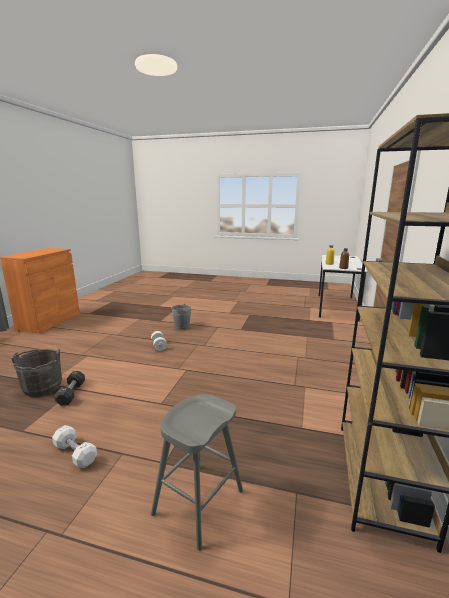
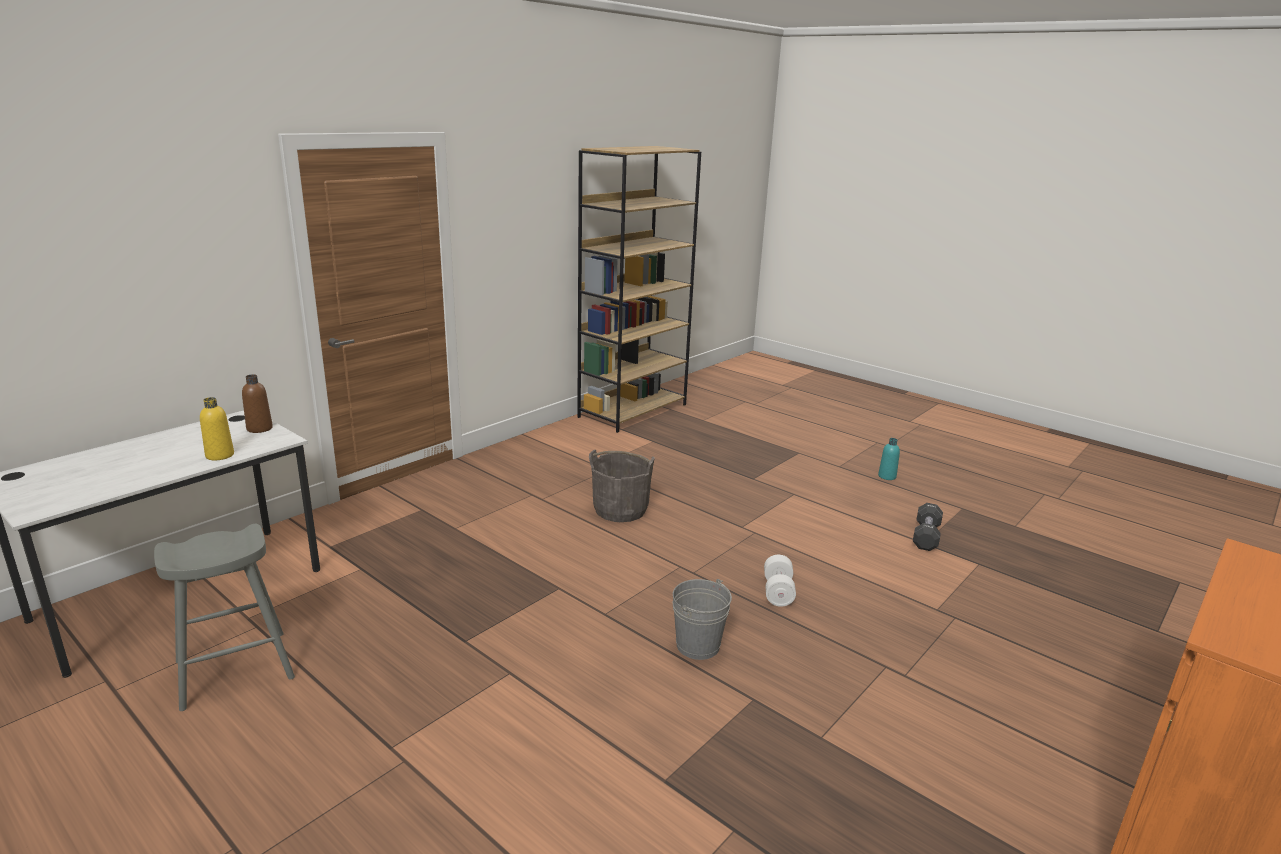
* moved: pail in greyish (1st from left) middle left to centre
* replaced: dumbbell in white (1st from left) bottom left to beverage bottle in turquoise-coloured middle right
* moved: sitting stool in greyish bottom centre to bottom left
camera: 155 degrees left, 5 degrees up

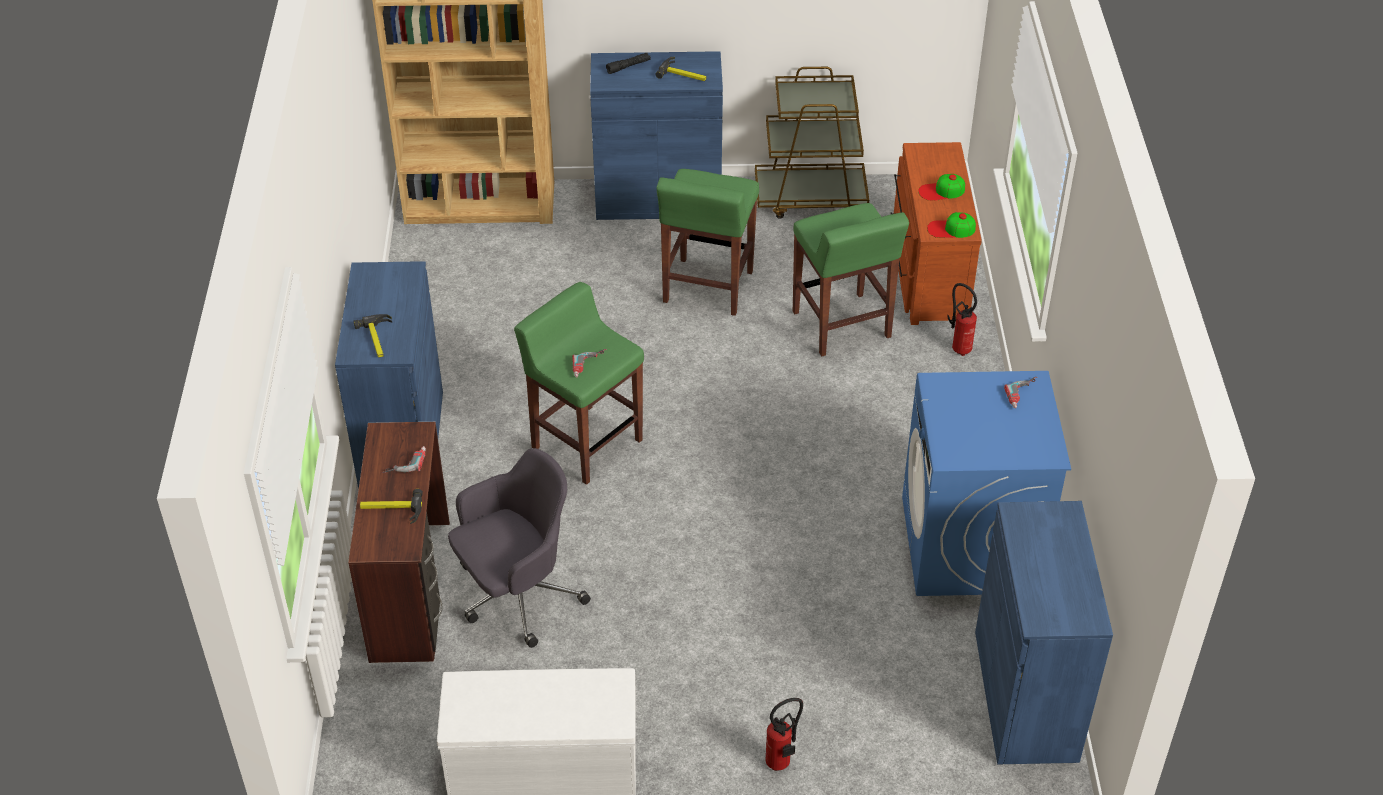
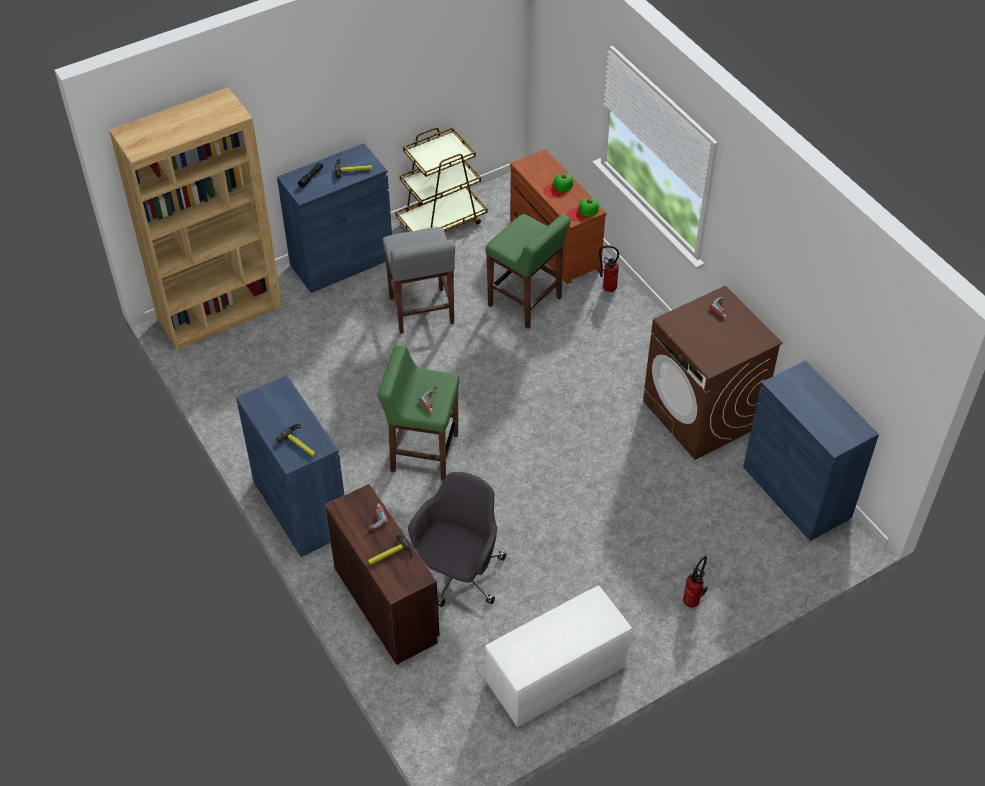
* recoloured: sitting stool in green-coloured (2nd from left) top centre to sitting stool in greyish centre
* recoloured: washing machine in blue-coloured middle right to washing machine in brown middle right
camera: 30 degrees left, 5 degrees up

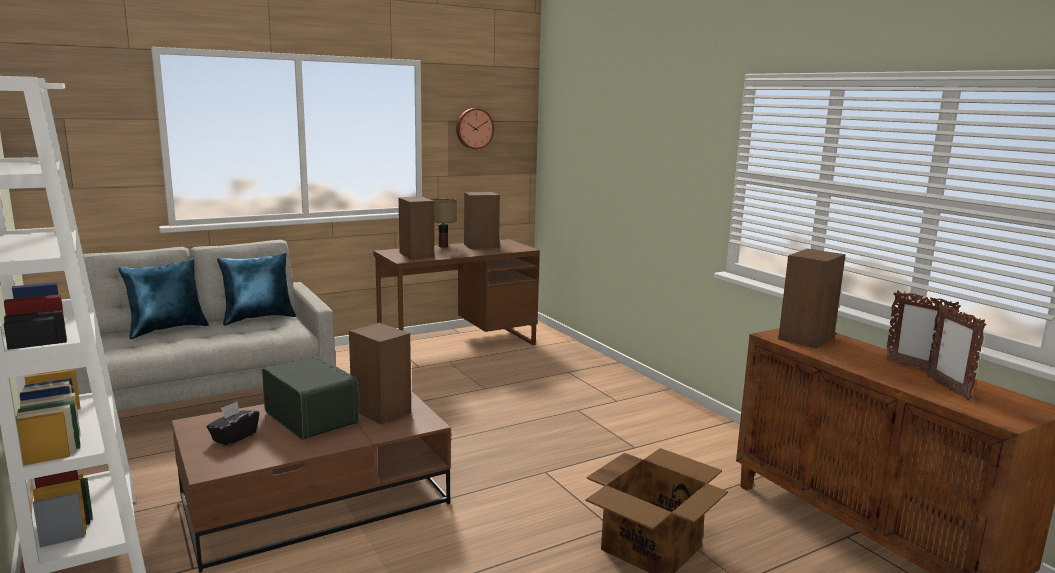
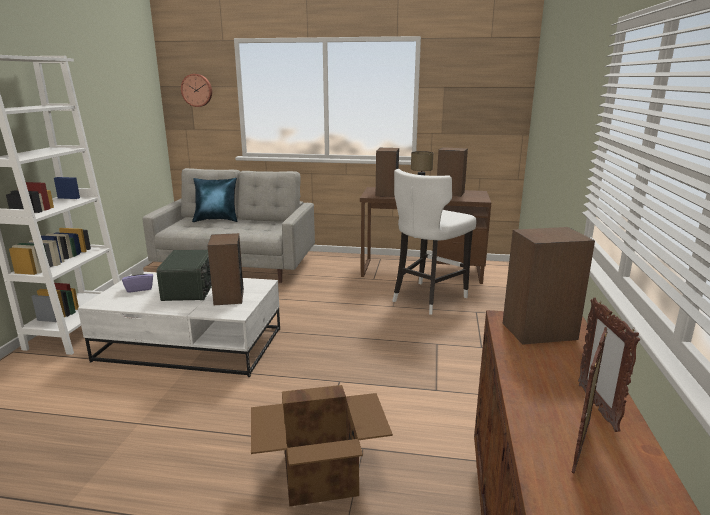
* recoloured: low table in brown bottom left to low table in white middle left
* recoloured: tissue box in blackish bottom left to tissue box in purple middle left
* removed: pillow in blue-coloured (2nd from left) middle left
* moved: clock on the wall top centre to top left
* added: sitting stool in white centre
camera: 40 degrees right, 5 degrees up

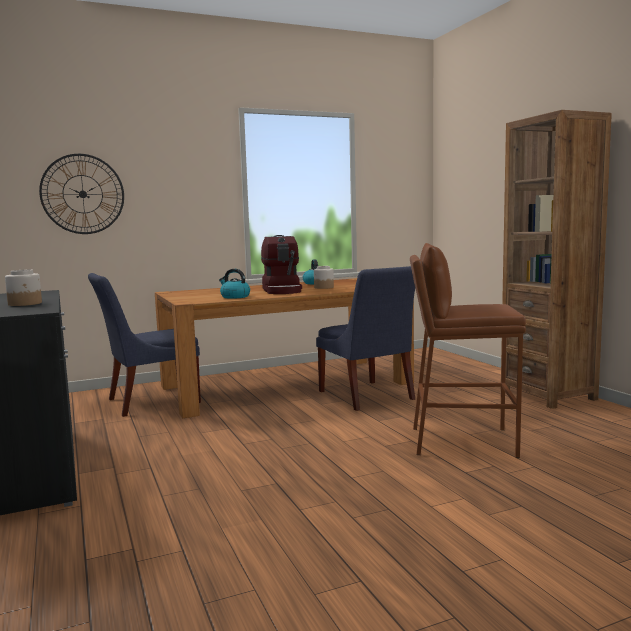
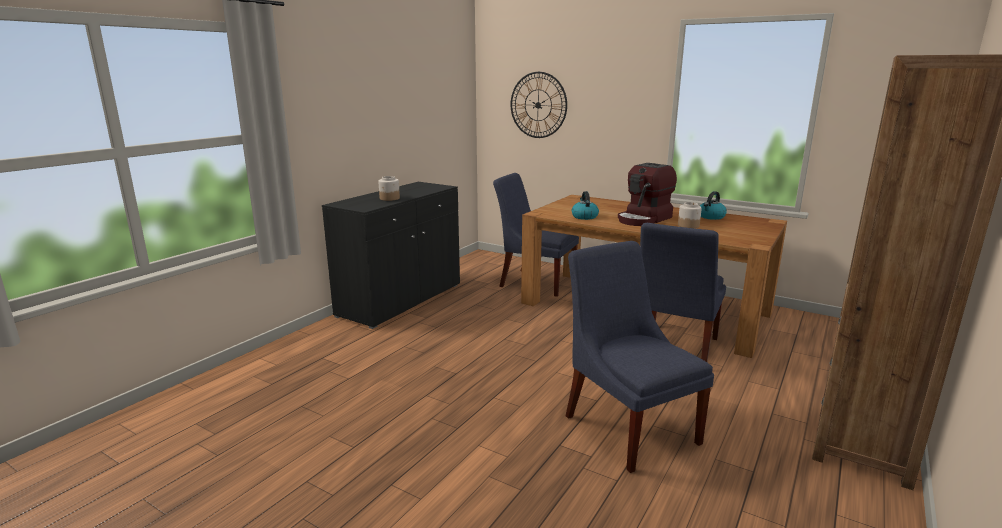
* replaced: sitting stool in brown middle right to plain chair in blue-coloured (2nd from left) bottom centre
camera: 55 degrees right, 10 degrees up

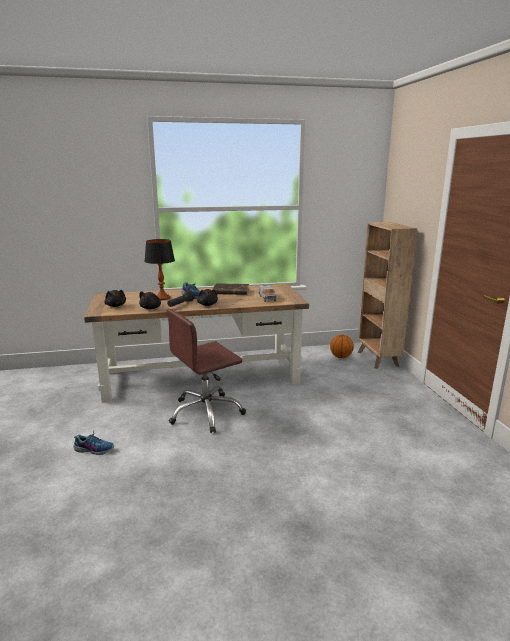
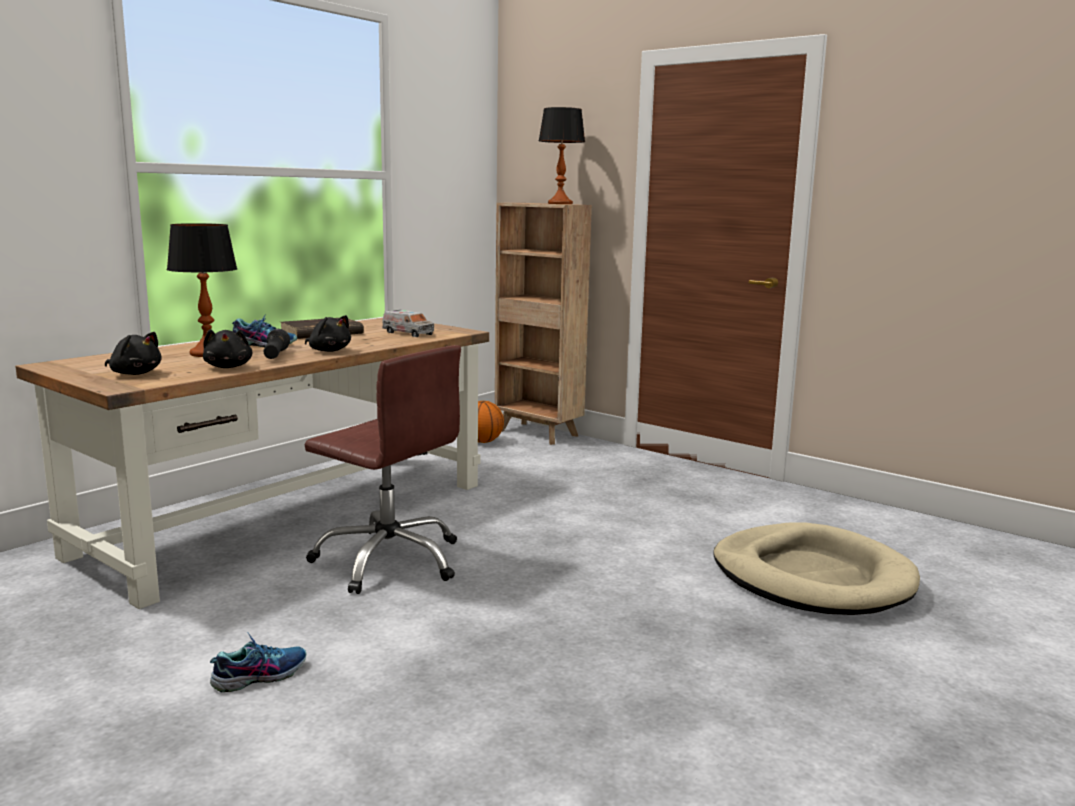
* turned: computer chair in brown centre = centre 75 degrees counterclockwise
* added: tabletop lamp (2nd from left) top centre
* added: pet bed in sand-coloured bottom right
camera: 40 degrees left, 5 degrees down

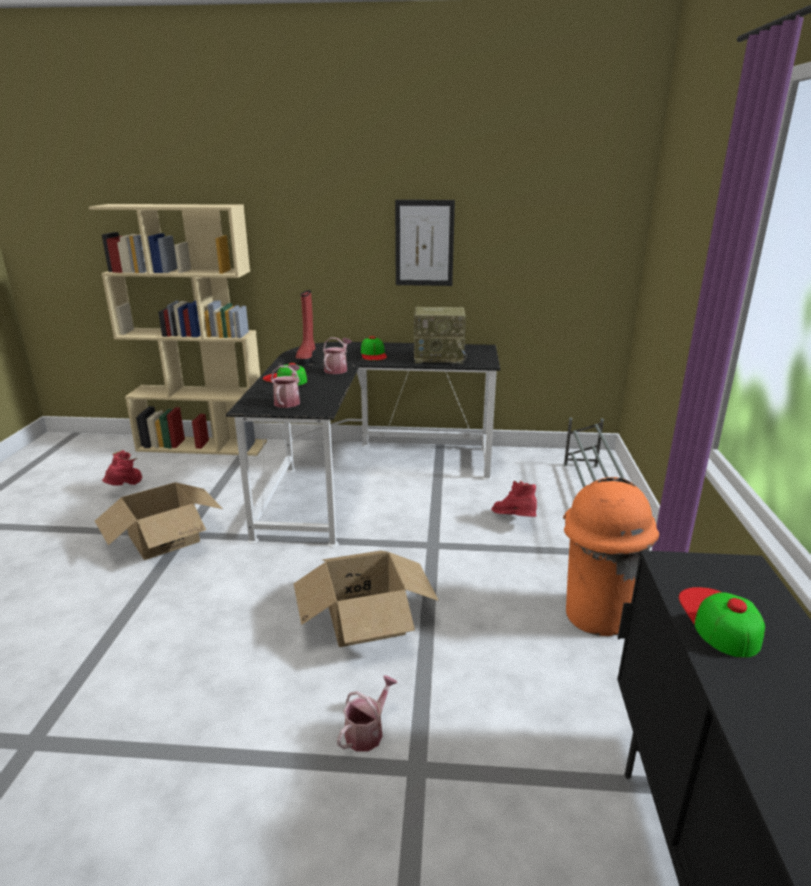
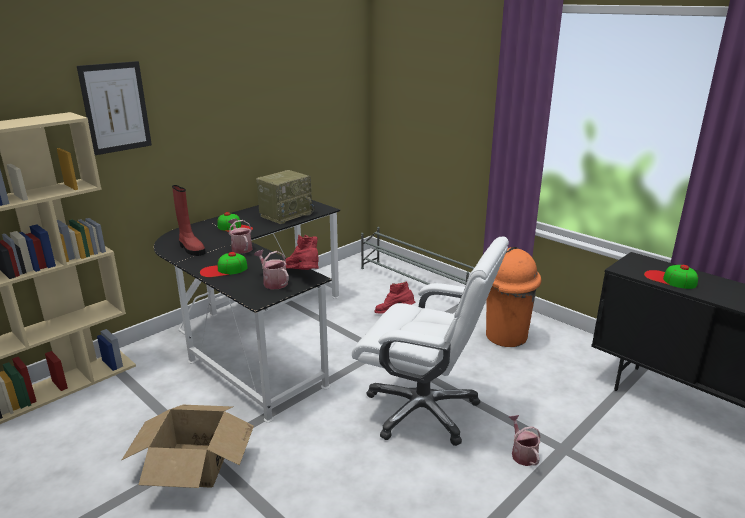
* moved: tall boot in reddish (1st from left in the first image) middle left to tall boot in reddish (2nd from left) centre
* replaced: carton (2nd from left) bottom centre to computer chair in white centre
* moved: picture top centre to top left
camera: 50 degrees left, 0 degrees up

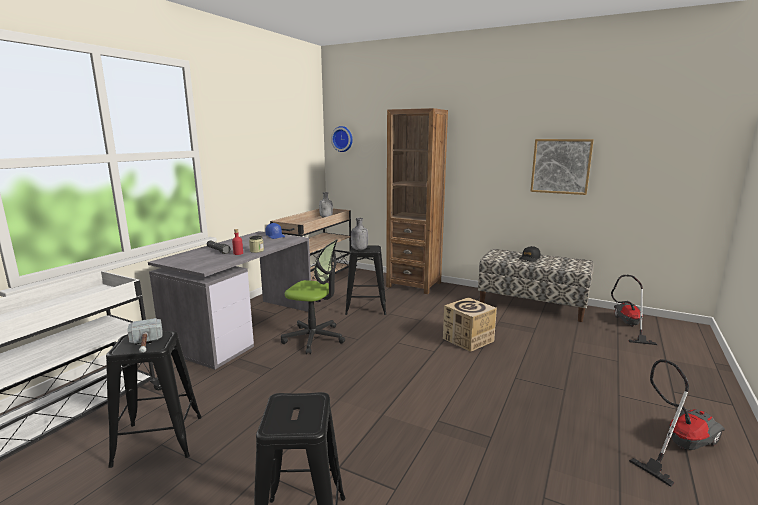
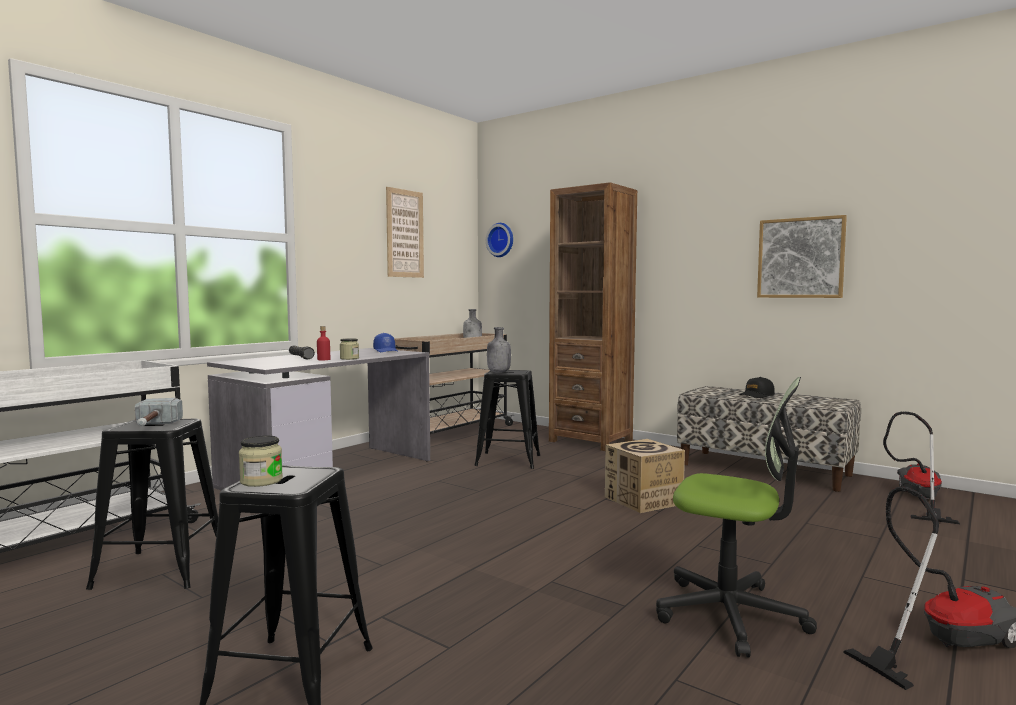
* moved: computer chair centre to bottom right
* added: jar (1st from left) middle left
* added: picture (1st from left) top centre
camera: 10 degrees right, 10 degrees down

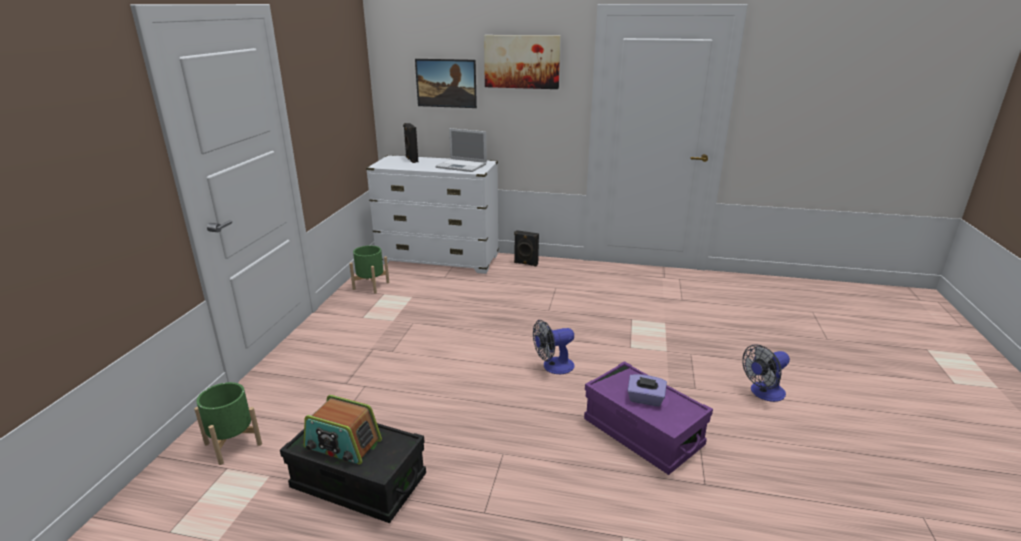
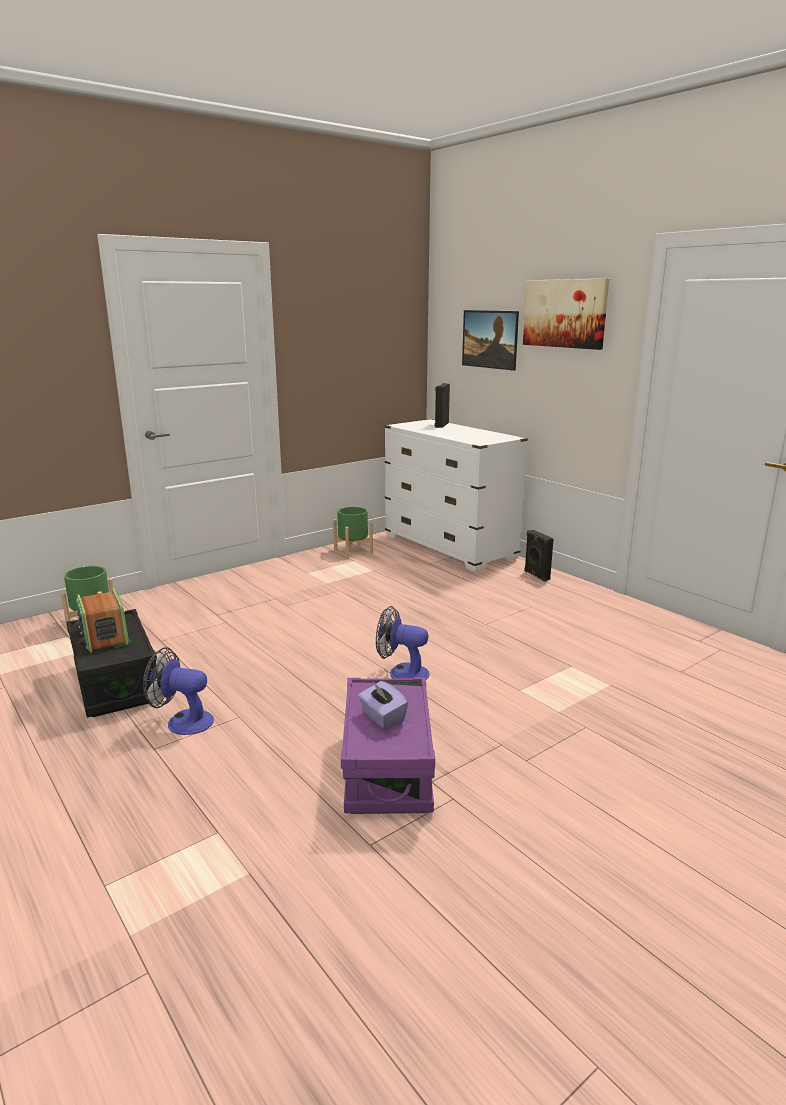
* removed: laptop top centre
* moved: electric fan (2nd from left in the first image) bottom right to electric fan (1st from left) middle left
camera: 40 degrees right, 5 degrees down

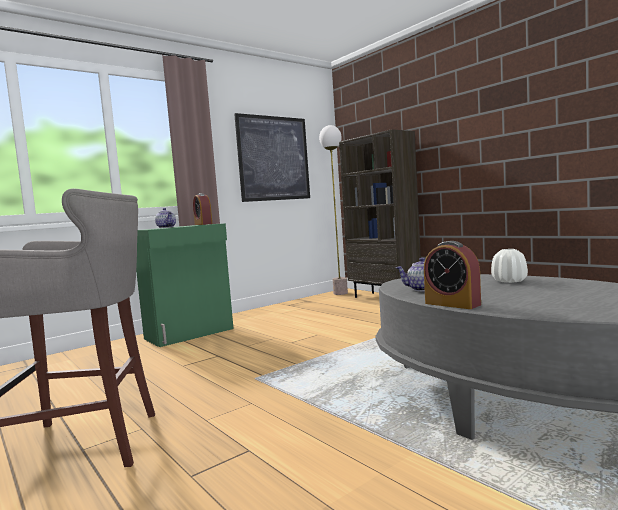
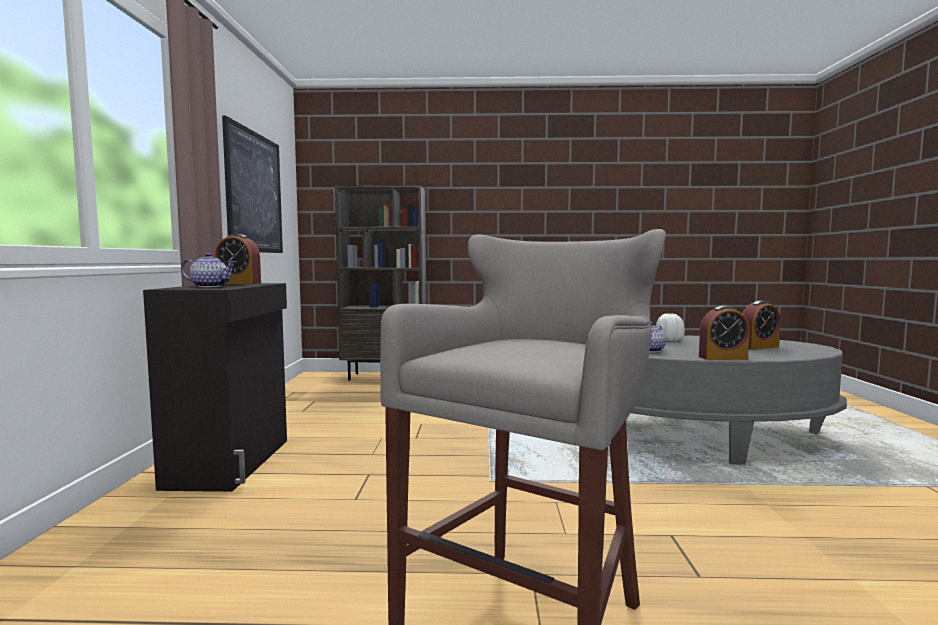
* recoloured: cabinet in green-coloured middle left to cabinet in blackish middle left
* removed: standing lamp centre
* added: table clock (3rd from left) middle right
camera: 50 degrees left, 0 degrees up

